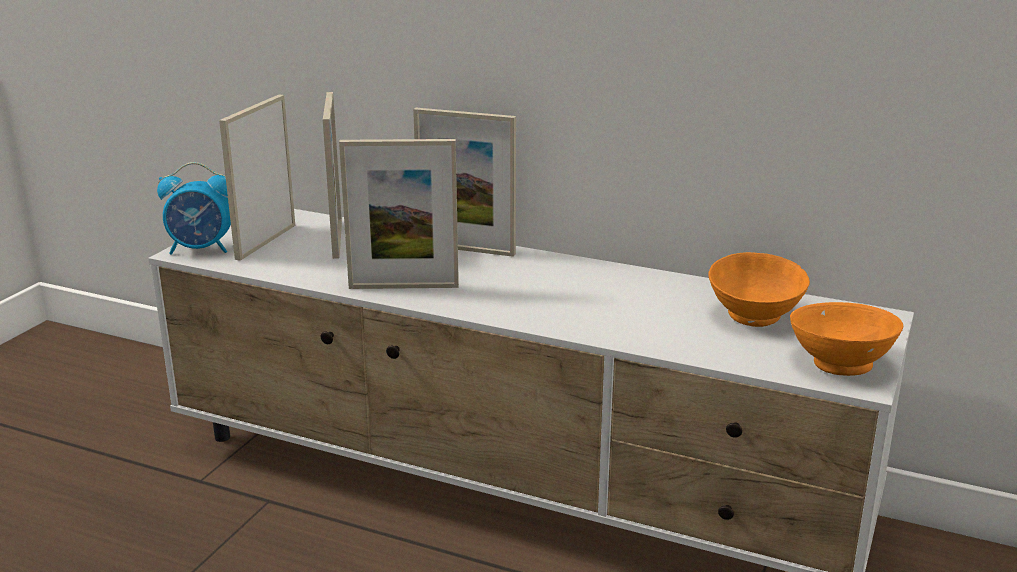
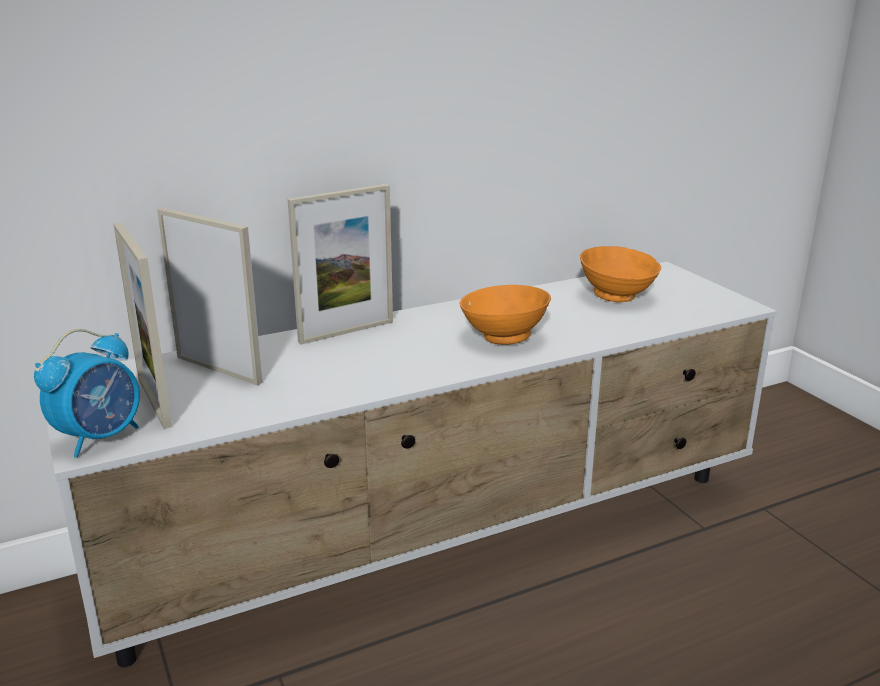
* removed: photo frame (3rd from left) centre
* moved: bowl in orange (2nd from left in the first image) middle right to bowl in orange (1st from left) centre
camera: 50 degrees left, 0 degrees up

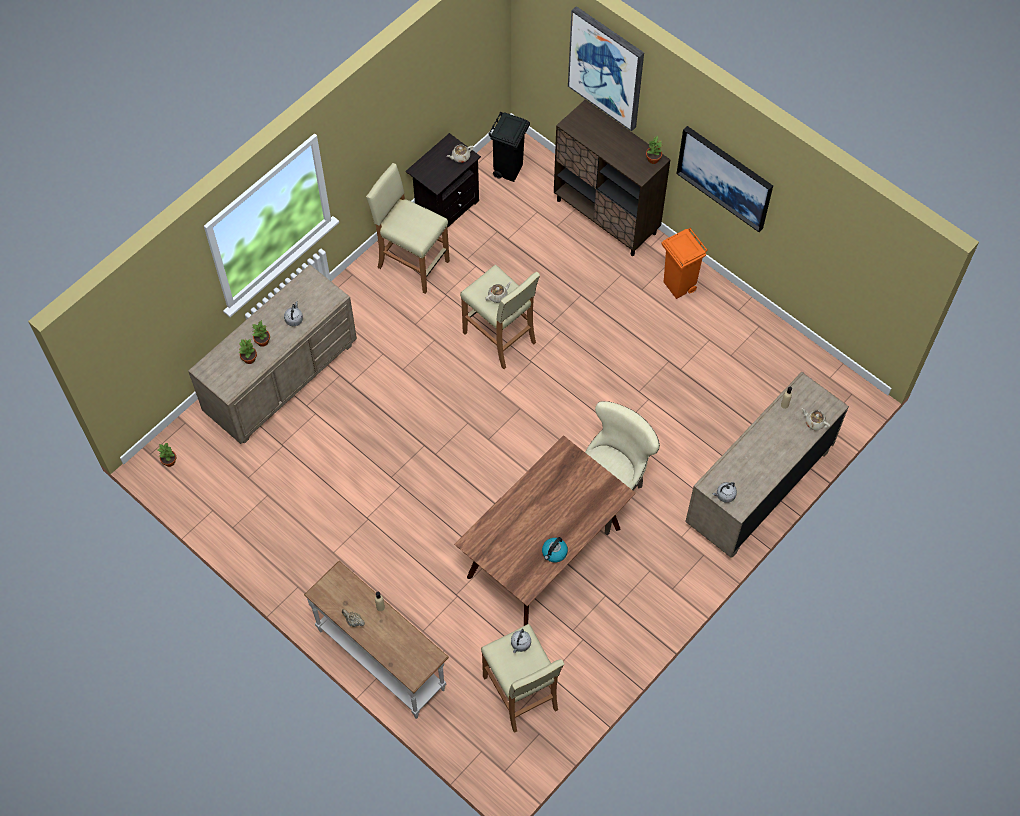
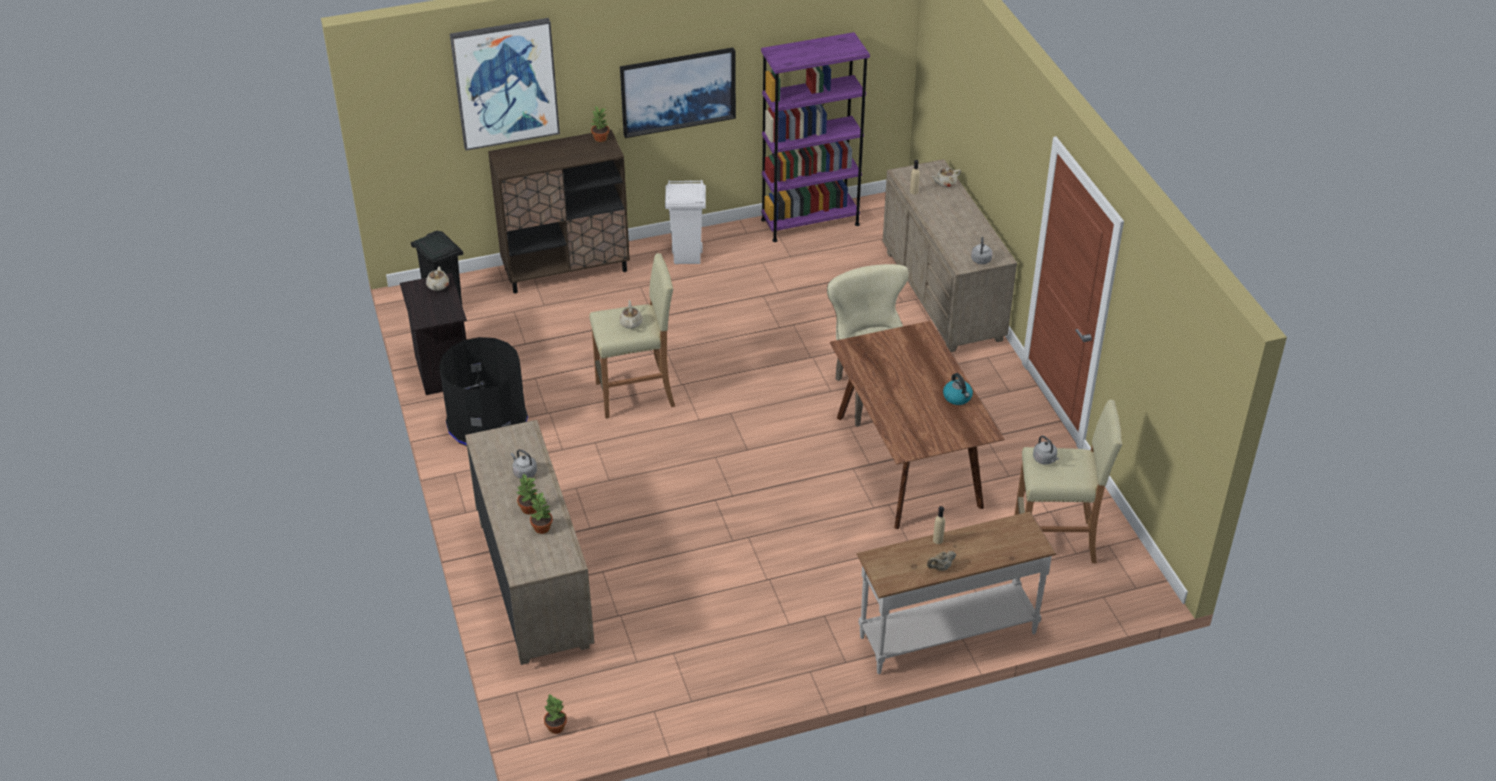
* replaced: sitting stool in sand-coloured (1st from left) top centre to waste bin in blackish (2nd from left) middle left
* recoloured: waste bin in orange top right to waste bin in white top centre
* added: shelving unit in purple top centre
camera: 60 degrees left, 20 degrees down

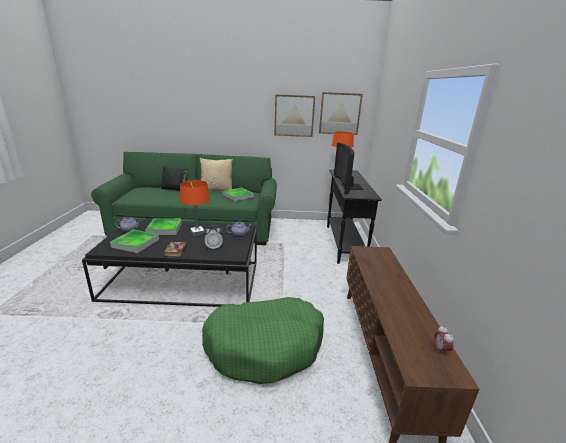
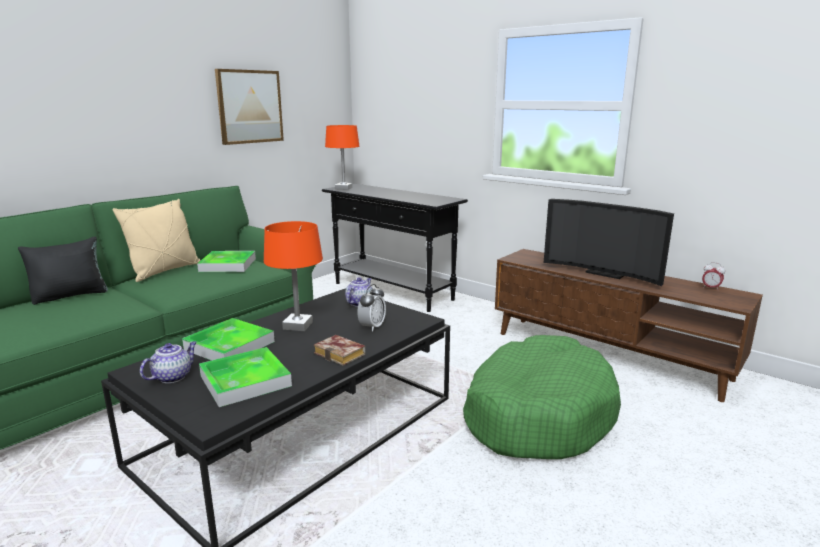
* removed: picture (2nd from left) top centre
* moved: television centre to middle right
camera: 50 degrees left, 5 degrees down

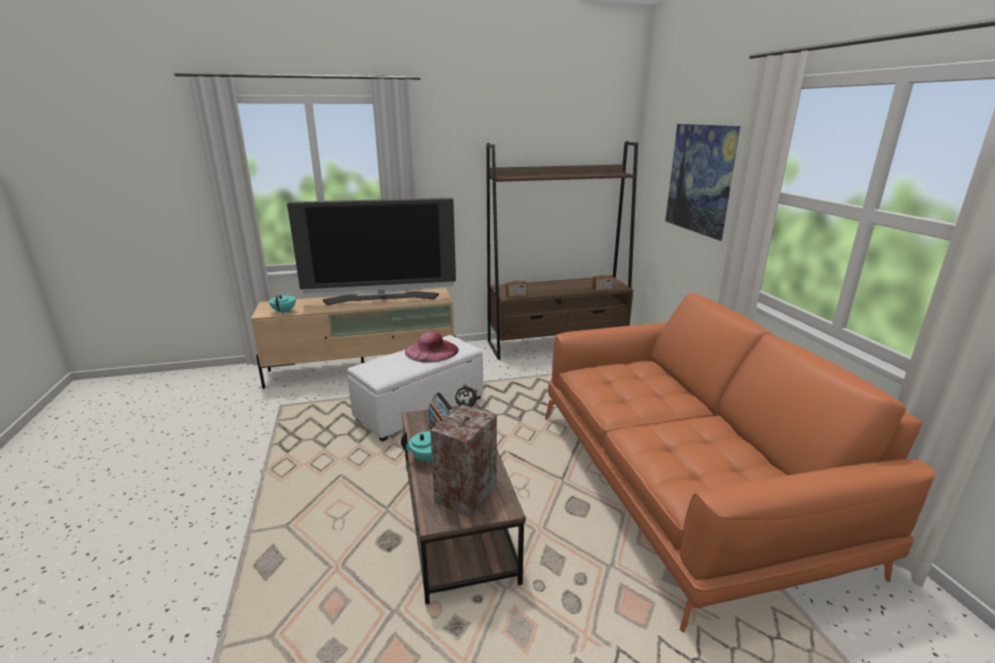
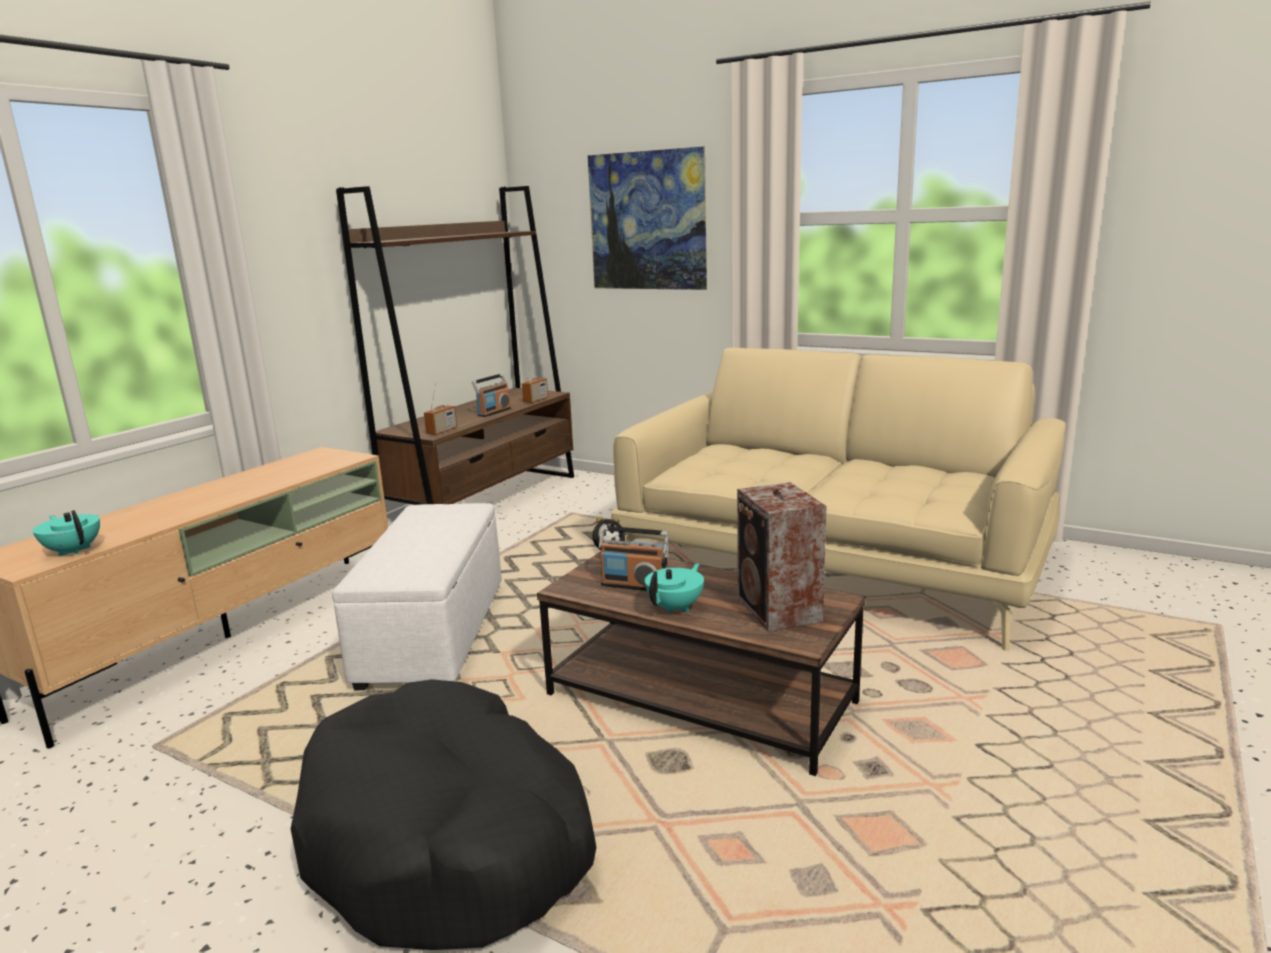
* removed: television centre
* removed: wearable hat in pinkish centre
* recoloured: settee in orange bottom right to settee in sand-coloured centre
* added: pet bed in blackish bottom centre
* added: radio (2nd from left) centre
camera: 45 degrees left, 5 degrees down

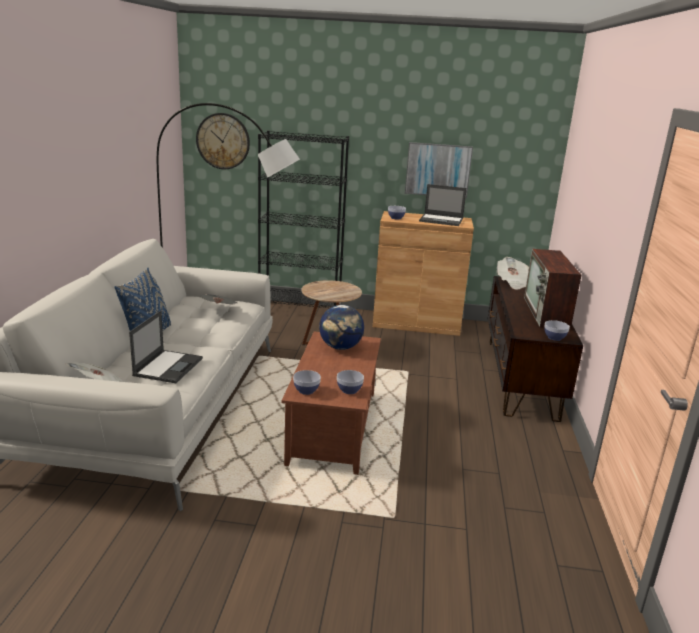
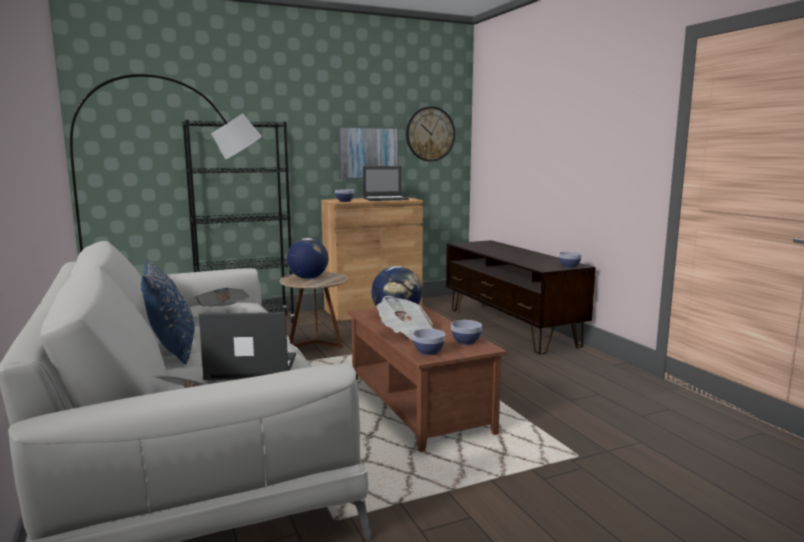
* turned: laptop (1st from left) middle left = middle left 75 degrees counterclockwise
* moved: clock on the wall top left to top centre
* moved: printed paper (3rd from left) middle right to centre
* removed: television middle right
* added: desk globe (1st from left) centre
camera: 30 degrees left, 10 degrees down

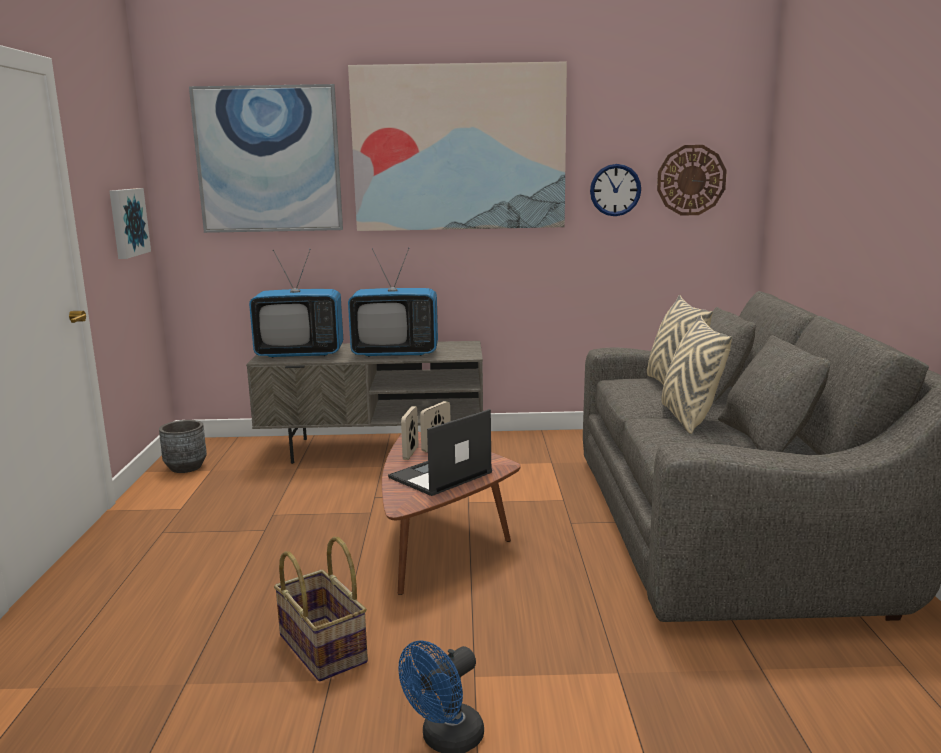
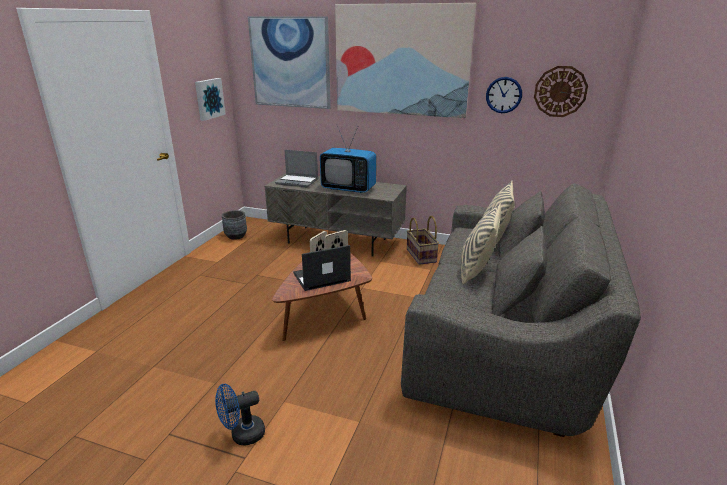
* replaced: television (1st from left) middle left to laptop (1st from left) centre
* moved: household basket bottom centre to centre
camera: 20 degrees right, 10 degrees up

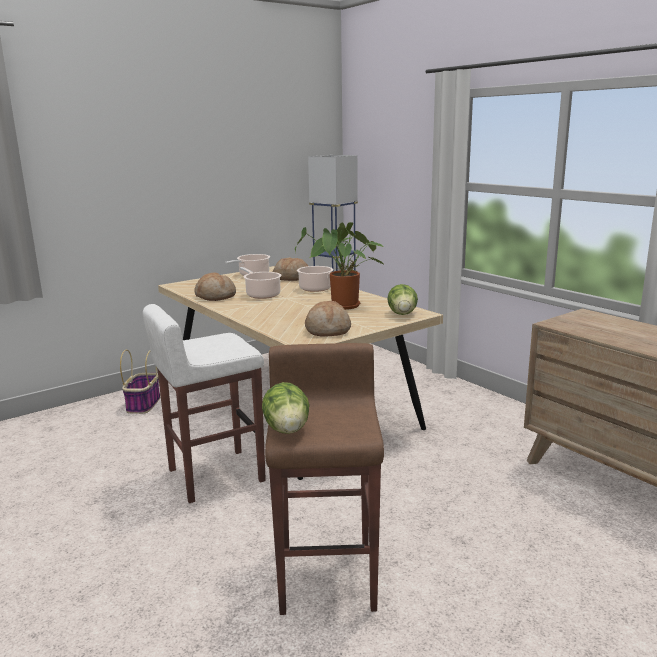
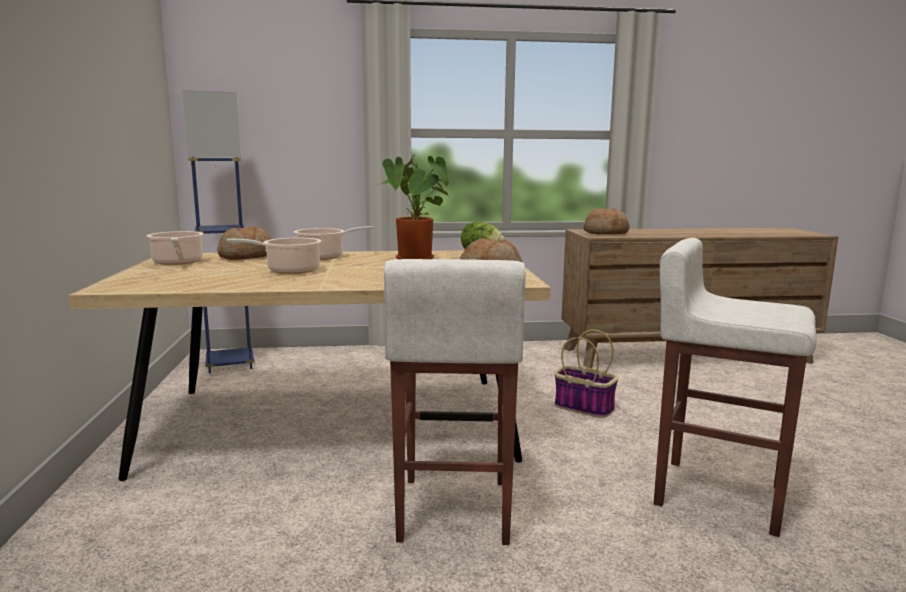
* moved: household basket middle left to centre
* moved: bread (1st from left in the first image) middle left to bread (3rd from left) middle right
* removed: head of lettuce (1st from left) centre
* recoloured: sitting stool in brown bottom centre to sitting stool in white (2nd from left) middle right
camera: 60 degrees left, 5 degrees down

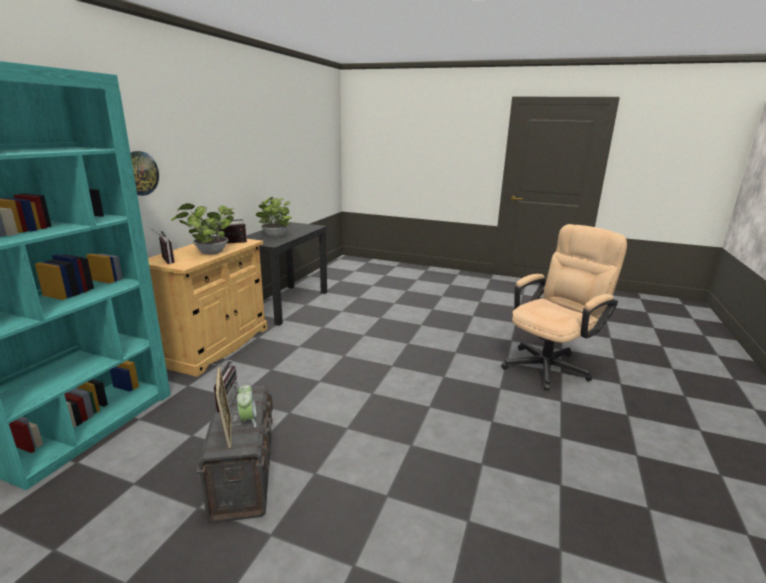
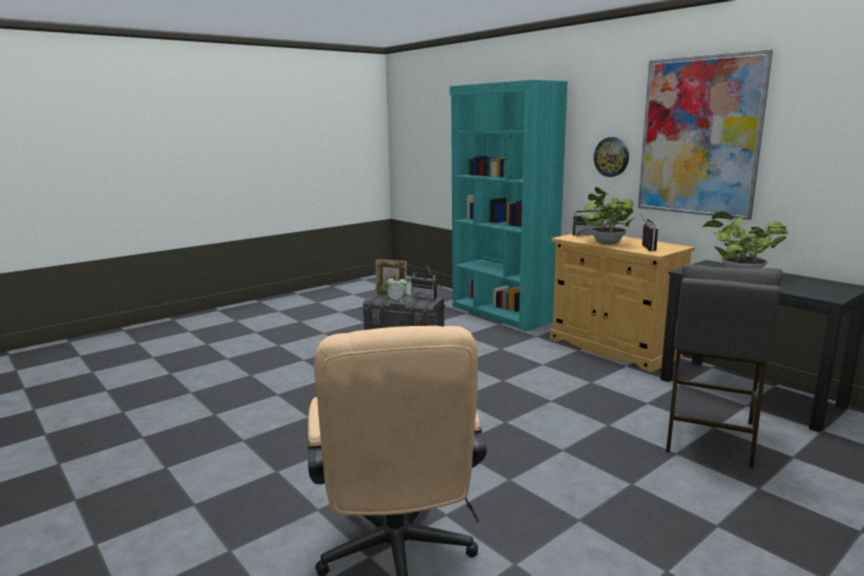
* added: picture top right
* added: sitting stool in greyish middle right
camera: 120 degrees right, 5 degrees down

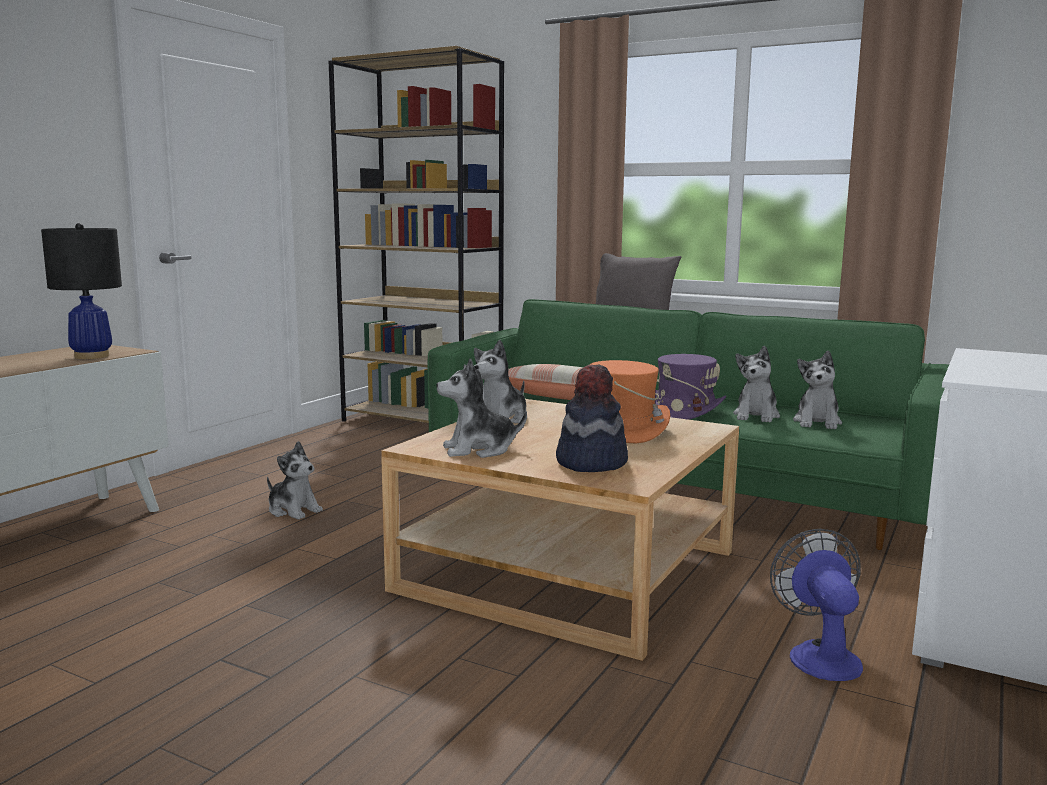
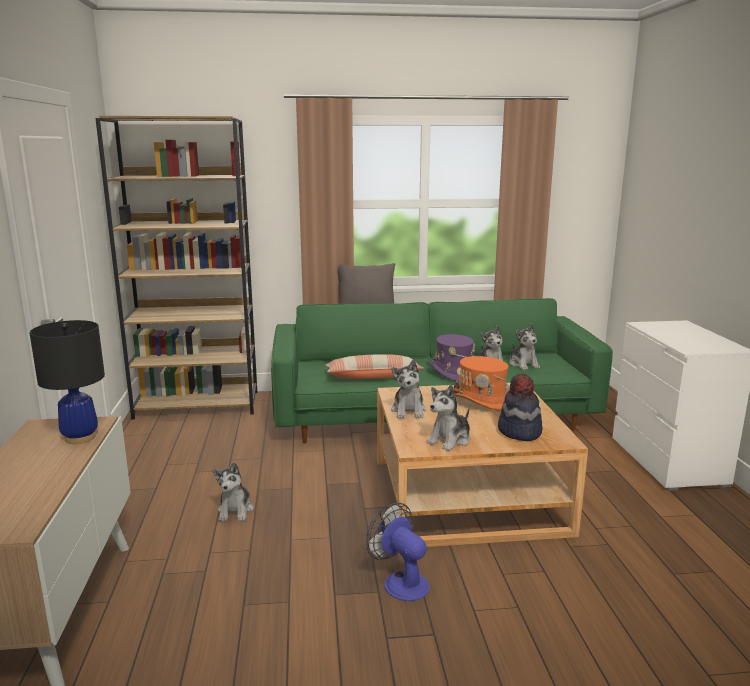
* turned: plush toy (1st from left) middle left = bottom left 90 degrees clockwise
* moved: electric fan bottom right to bottom centre
camera: 35 degrees left, 5 degrees up

